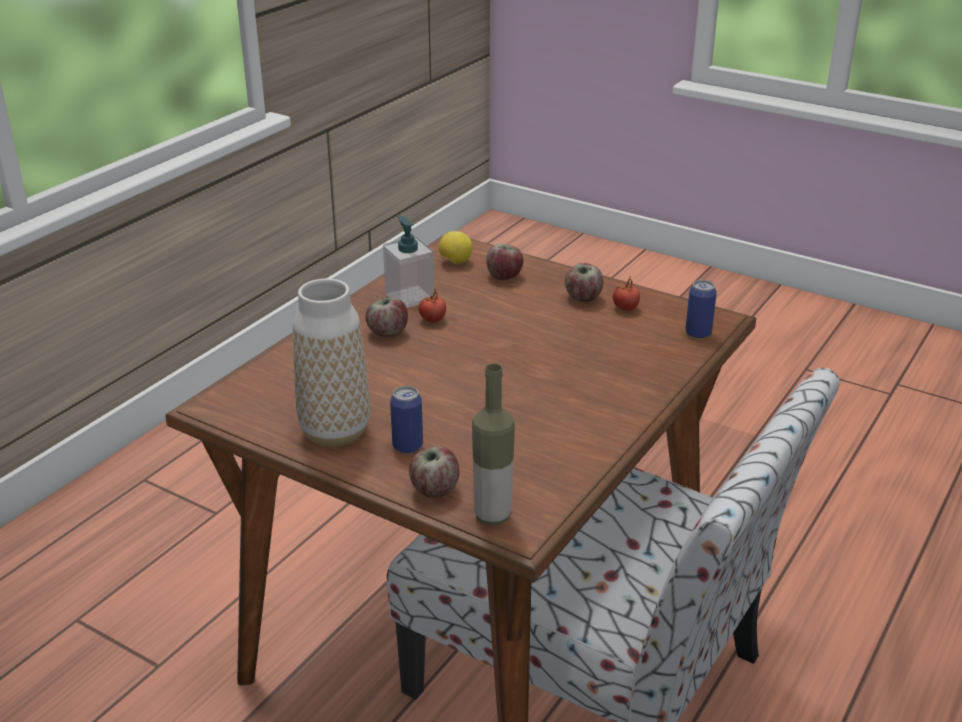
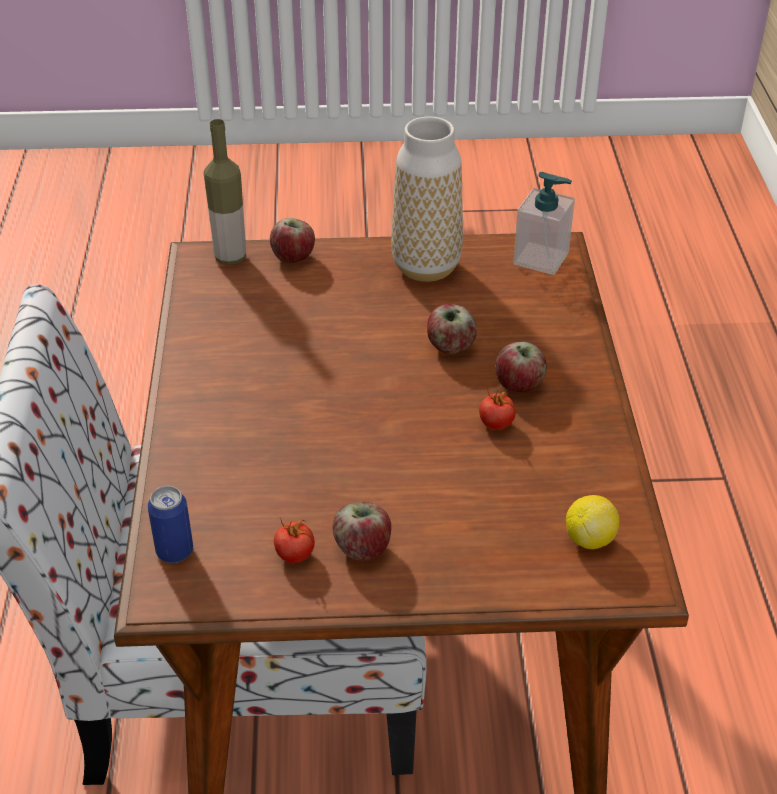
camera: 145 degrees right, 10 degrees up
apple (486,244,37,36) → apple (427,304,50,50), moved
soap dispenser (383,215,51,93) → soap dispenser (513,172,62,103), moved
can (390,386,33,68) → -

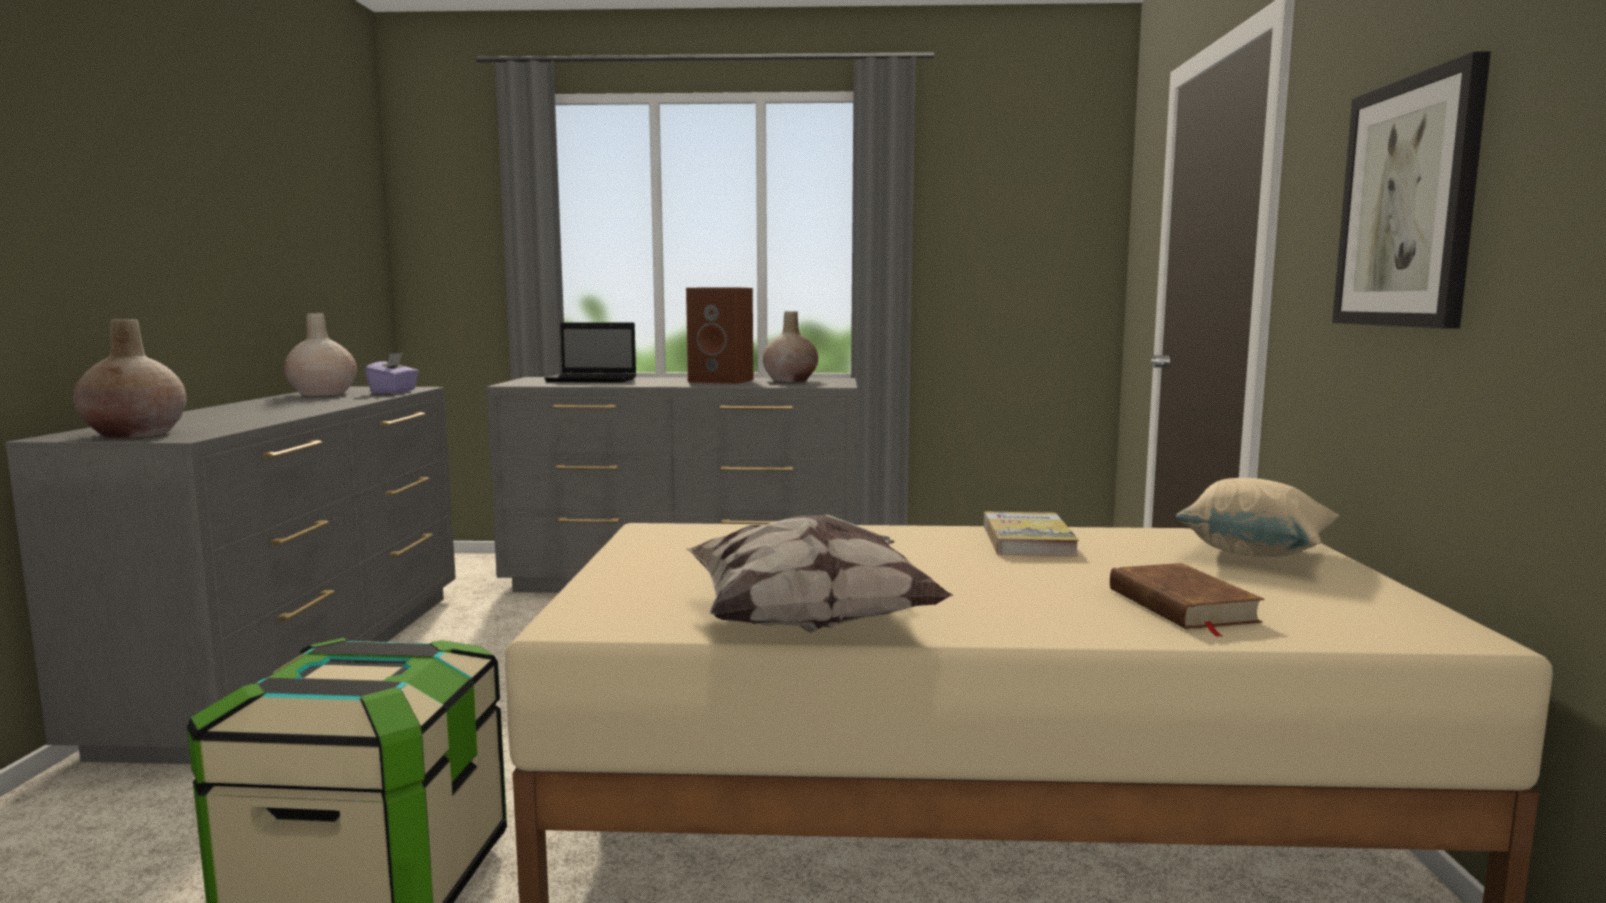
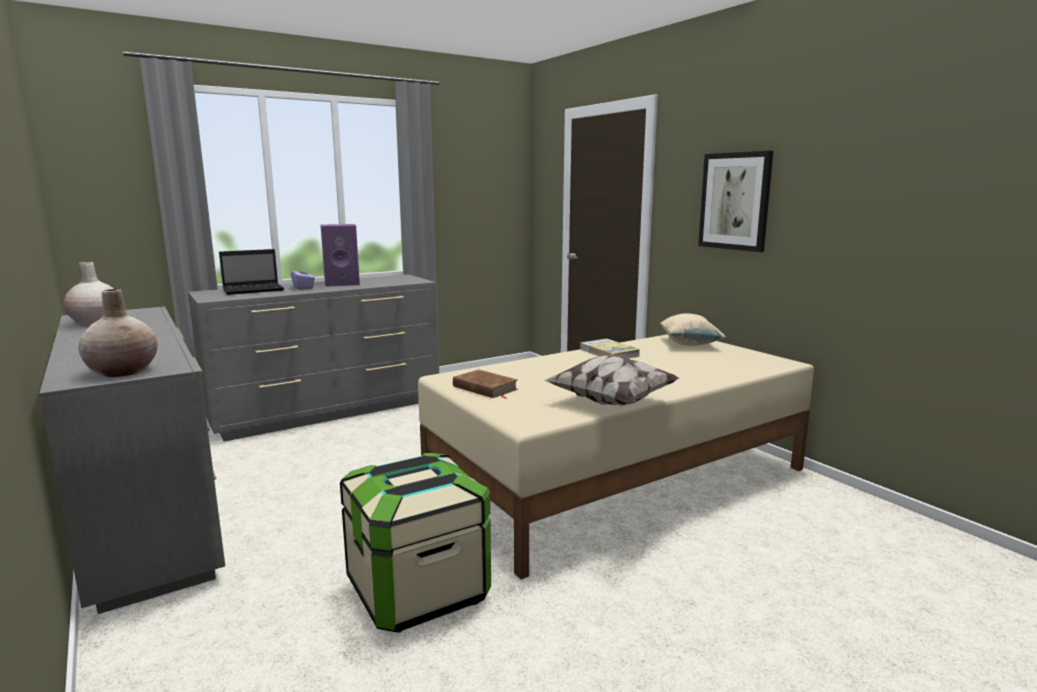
camera: 35 degrees left, 5 degrees up
tissue box in purple (365,353,54,40) → tissue box in purple (291,265,24,25), moved
speaker in brown (686,287,67,97) → speaker in purple (321,224,39,63)
book in brown (1110,563,154,74) → book in brown (453,370,65,29), moved
vase in beige (763,311,55,71) → -

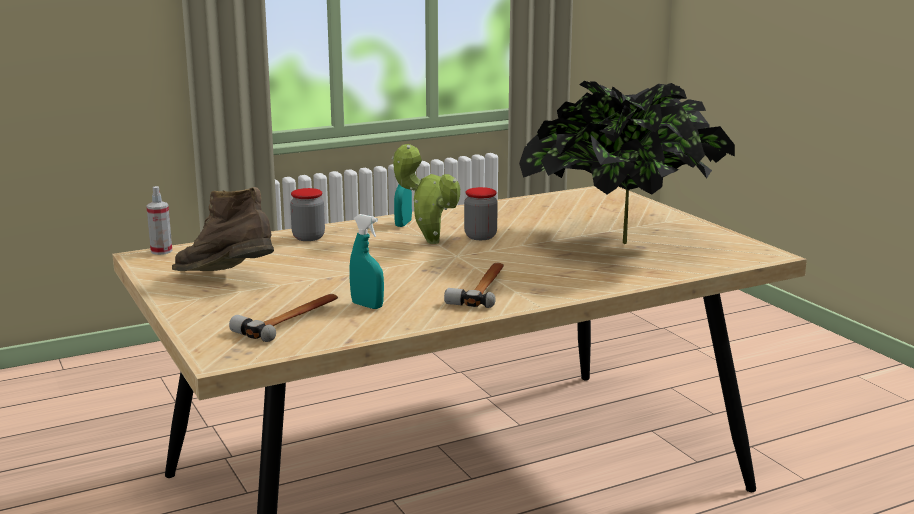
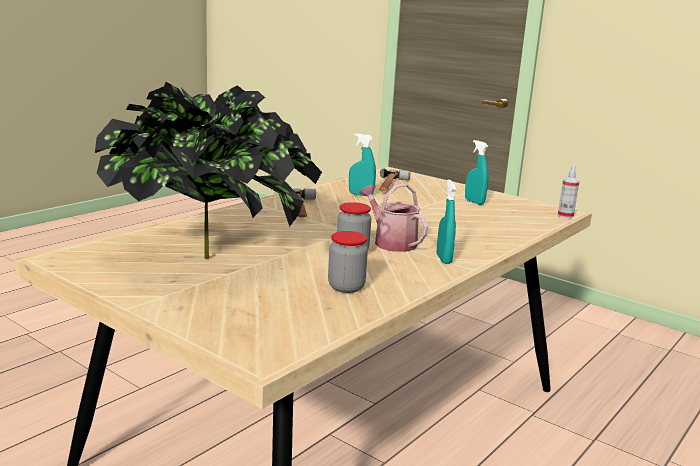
camera: 155 degrees right, 0 degrees up
jar (290,188,35,53) → jar (328,231,40,62), moved
potted plant (391,144,69,100) → watering can (359,184,69,68)
boot in brown (172,187,102,84) → spray bottle in turquoise (465,140,23,65)

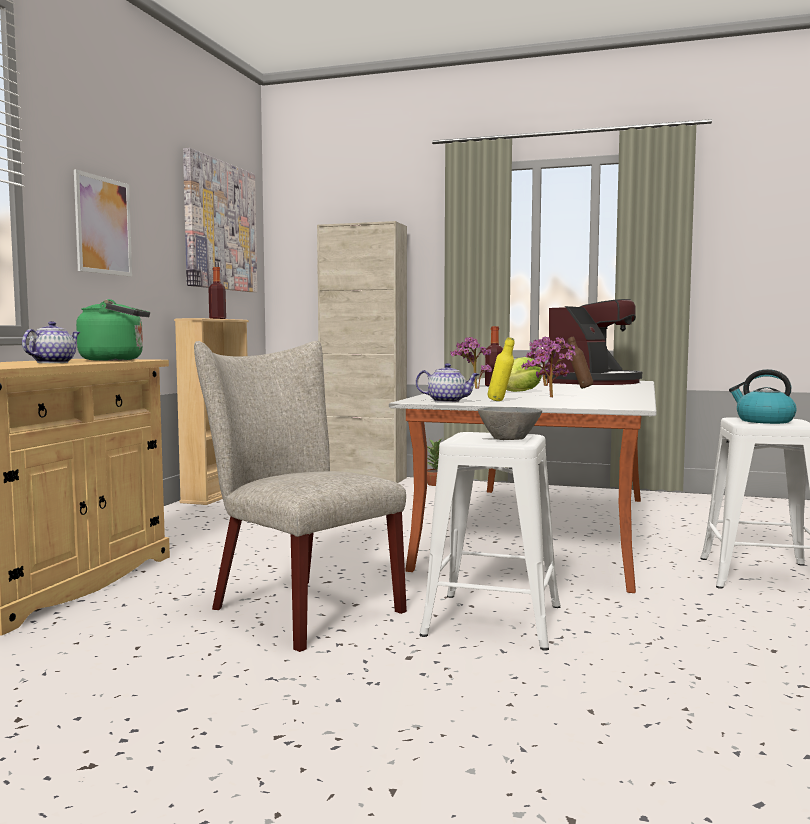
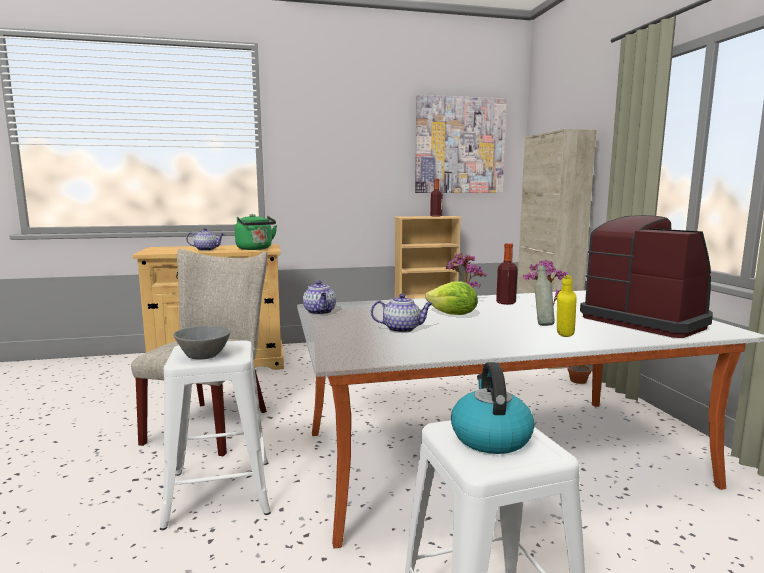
camera: 60 degrees right, 5 degrees up
potted plant (522,337,54,60) → teapot (371,294,62,39)
bottle in brown (568,337,25,52) → bottle in grey (535,265,20,61)
bottle in yellow (488,337,26,64) → bottle in yellow (557,275,20,62), moved
coffee machine (545,299,97,86) → coffee machine (580,215,133,123), 135 degrees counterclockwise
picture (74,169,58,108) → -

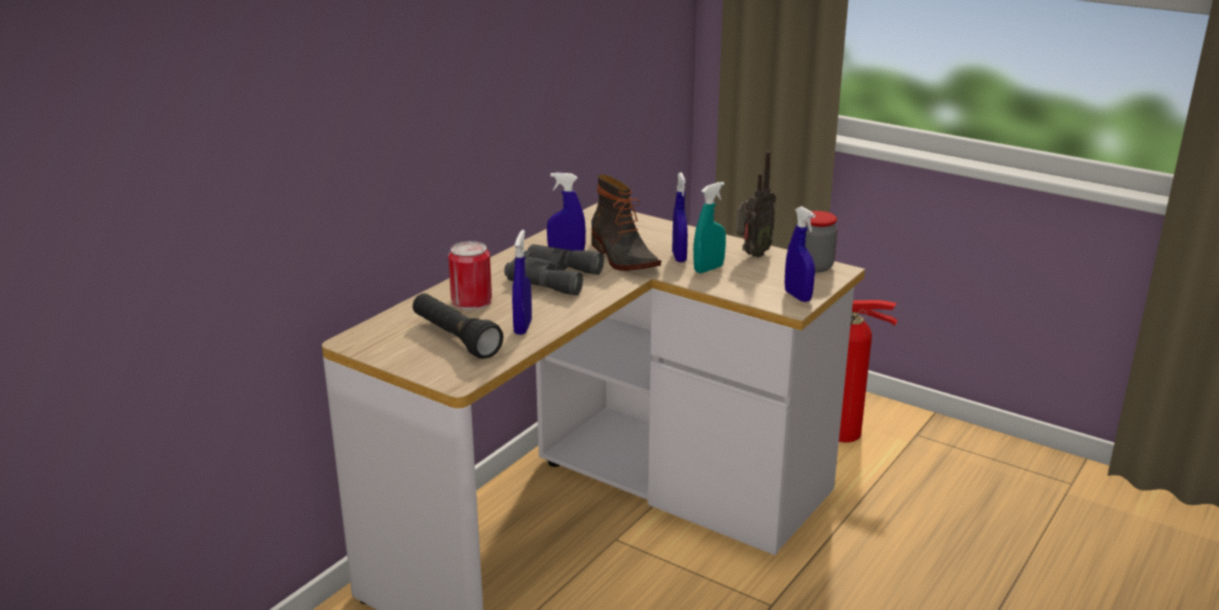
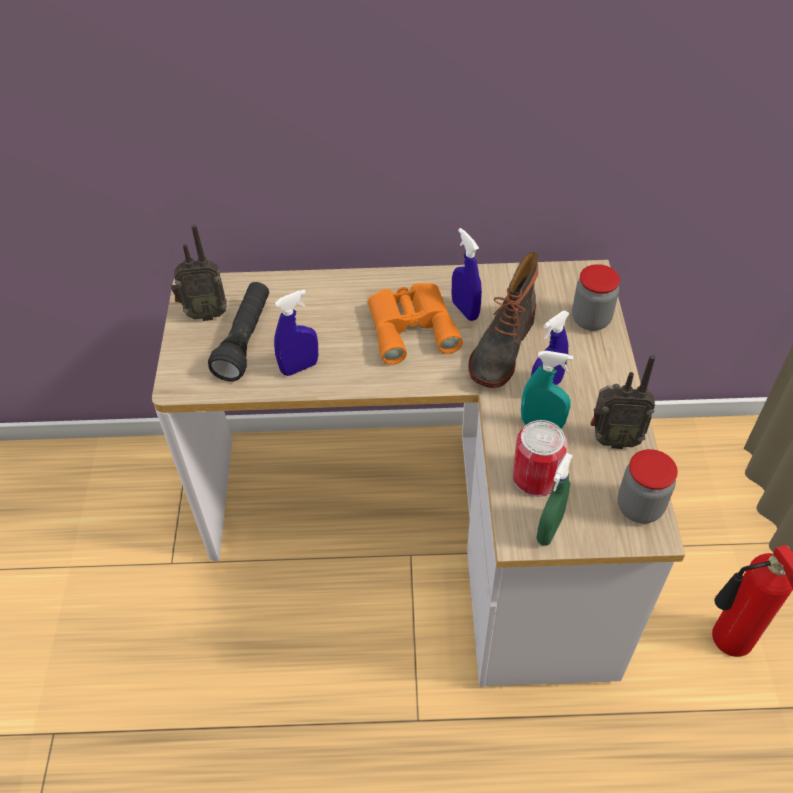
camera: 55 degrees right, 25 degrees up
- → radio (171,224,56,97)
binoculars in grey (504,244,100,51) → binoculars in orange (368,283,95,82)
can (448,241,44,69) → can (512,420,55,77), moved
spray bottle in blue (785,206,30,96) → spray bottle in green (536,453,37,93)
- → jar (572,264,48,67)

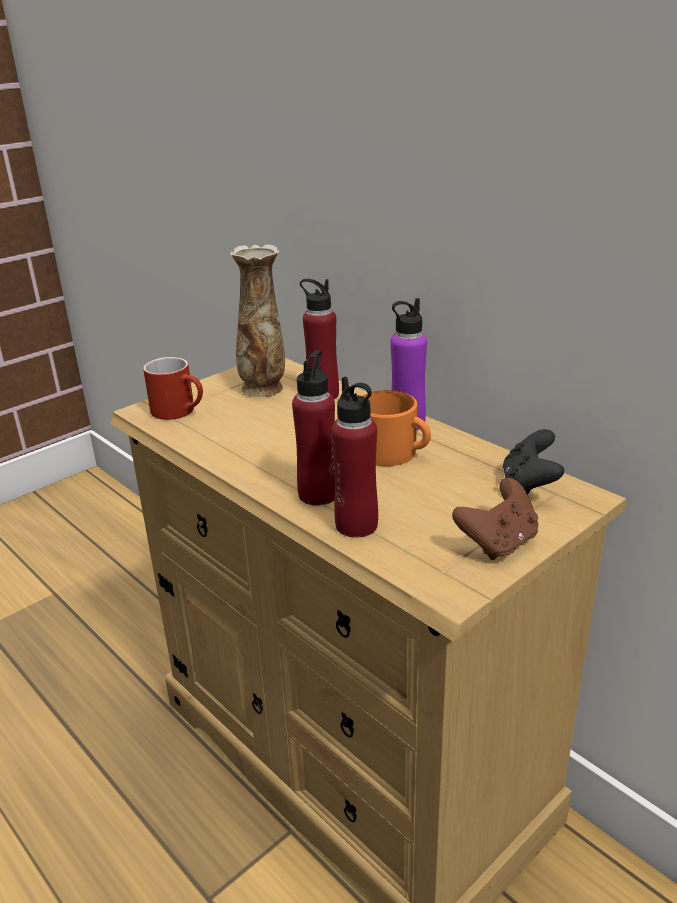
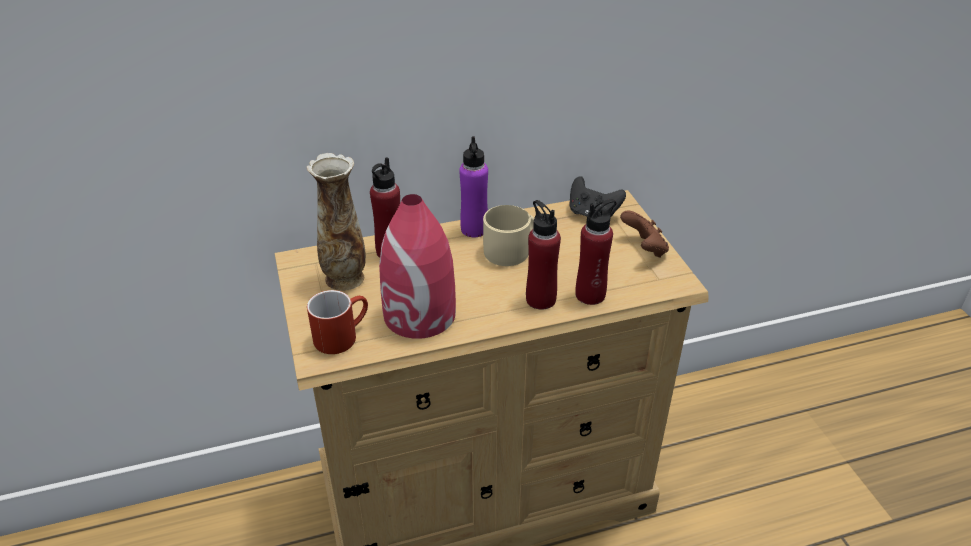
camera: 65 degrees left, 10 degrees up
- → vase in red (379,194,77,145)
mug in orange (363,390,68,76) → mug in beige (483,205,51,61)

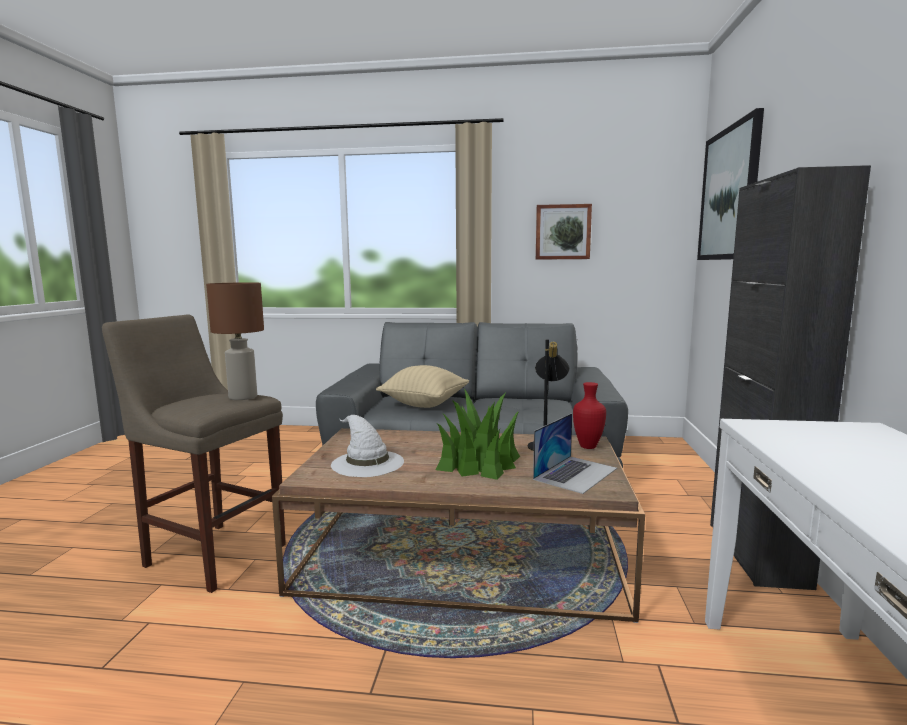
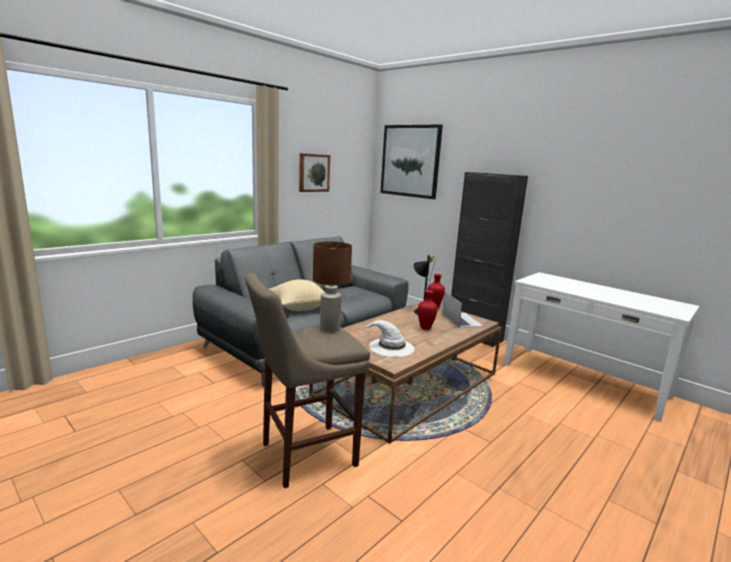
camera: 55 degrees left, 5 degrees up
potted plant (436,388,84,92) → vase in red (418,290,19,40)

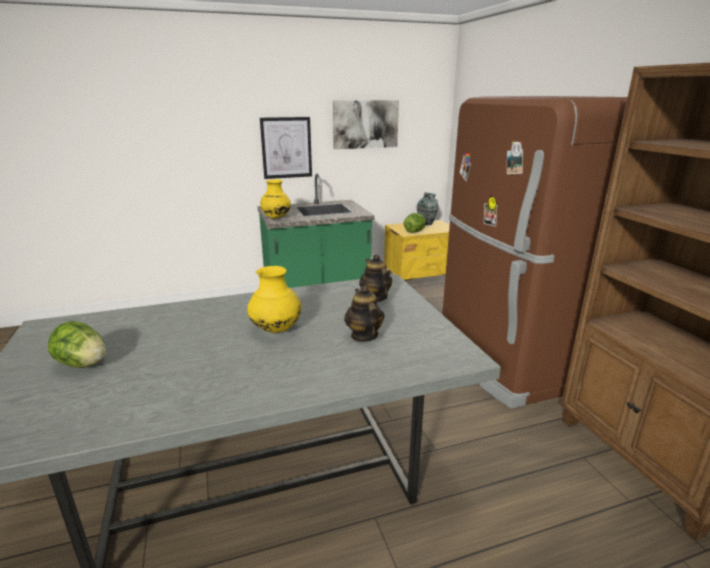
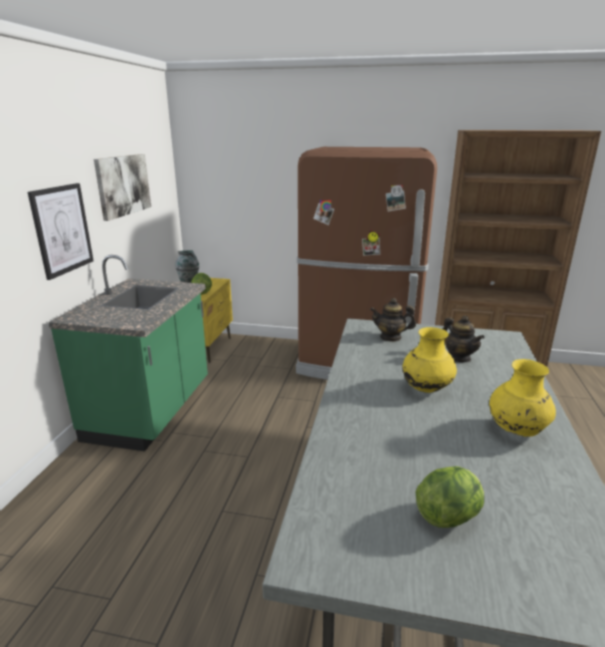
camera: 60 degrees left, 0 degrees up
teapot (344,285,40,57) → teapot (443,316,42,46), 135 degrees counterclockwise
vase in yellow (260,179,31,39) → vase in yellow (489,359,67,78), moved

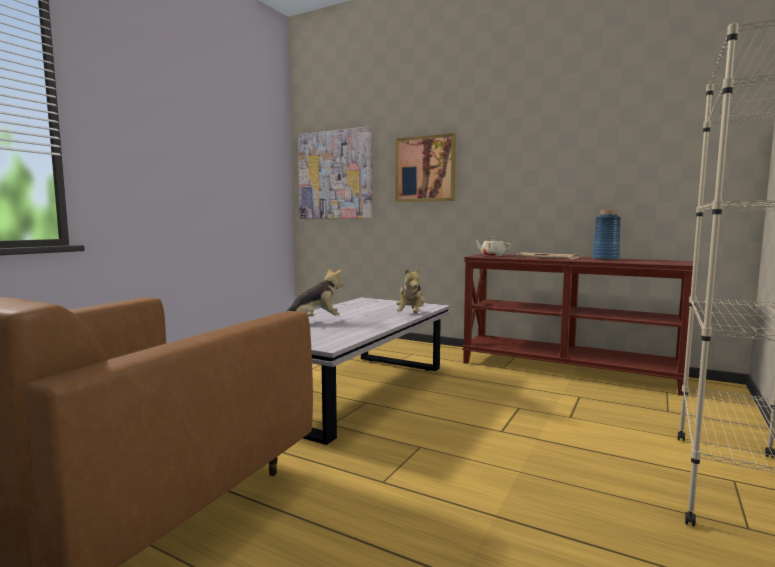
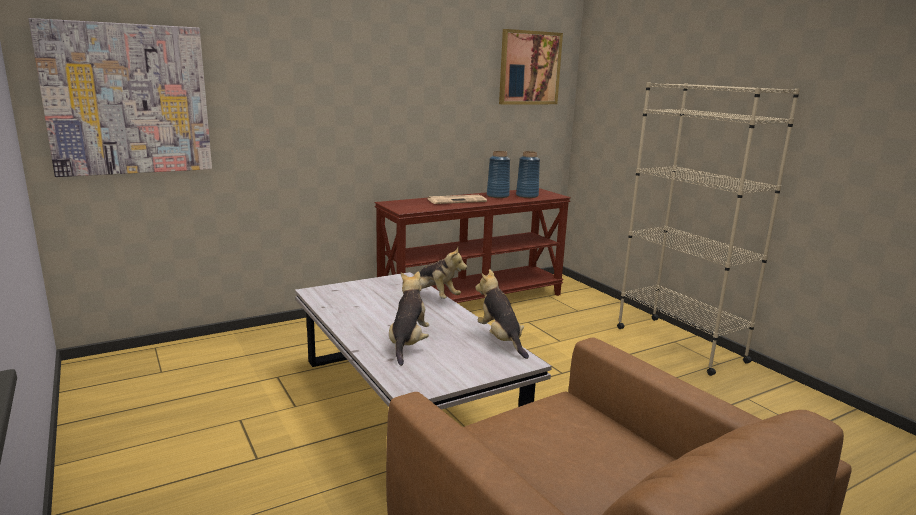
camera: 60 degrees left, 10 degrees up
- → plush toy (476,269,53,90)
picture (395,133,61,69) → picture (499,29,64,75), moved
- → vase in blue (516,151,24,47)
teapot in beige (474,237,37,20) → -

